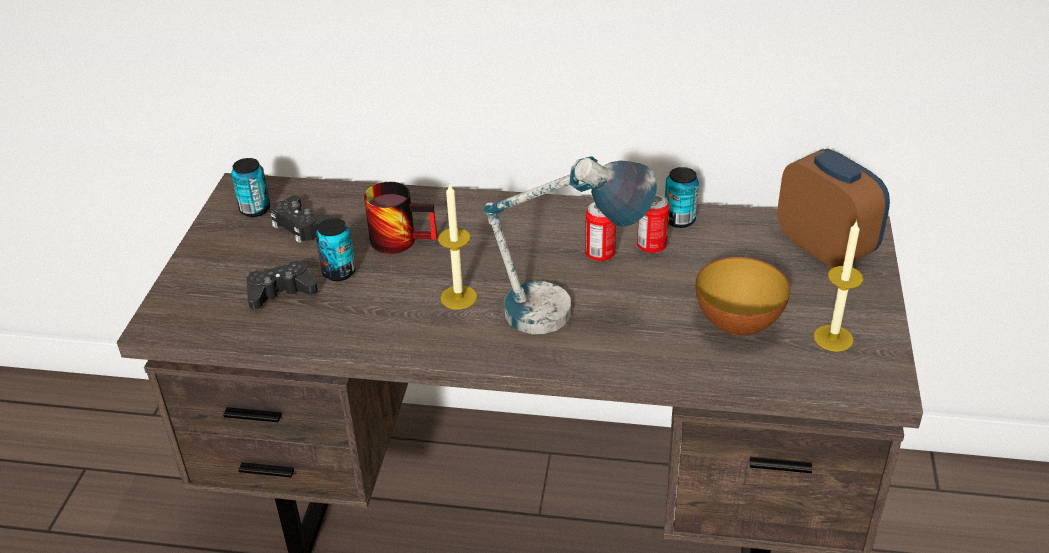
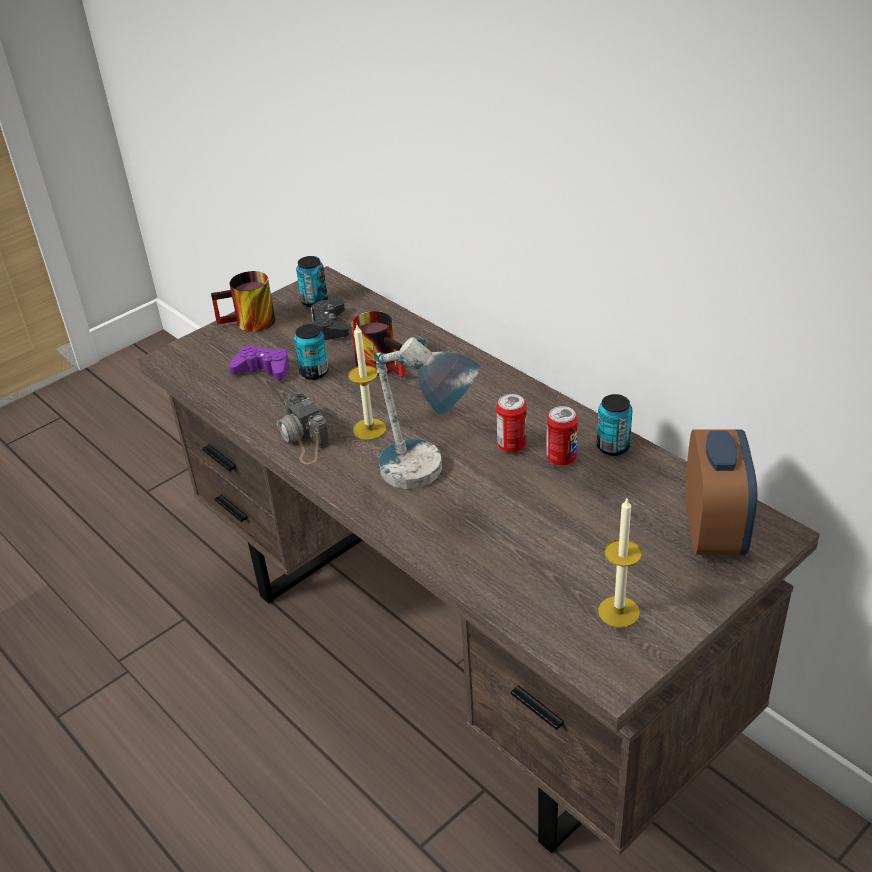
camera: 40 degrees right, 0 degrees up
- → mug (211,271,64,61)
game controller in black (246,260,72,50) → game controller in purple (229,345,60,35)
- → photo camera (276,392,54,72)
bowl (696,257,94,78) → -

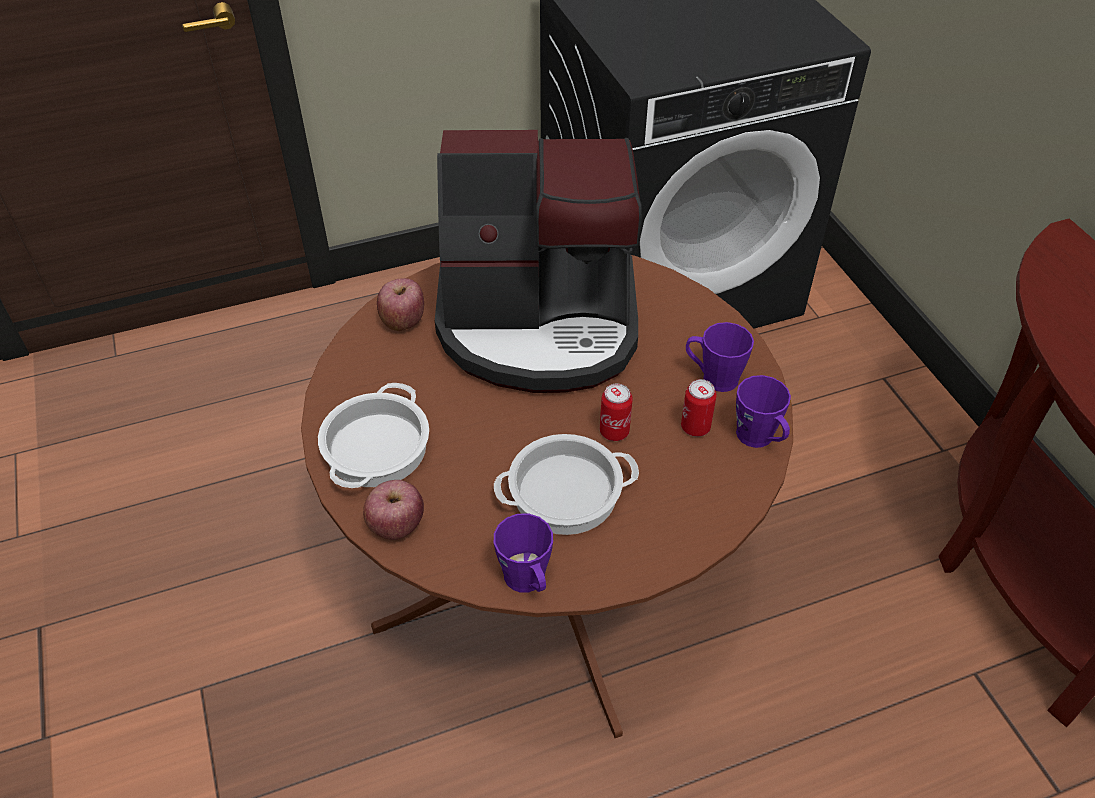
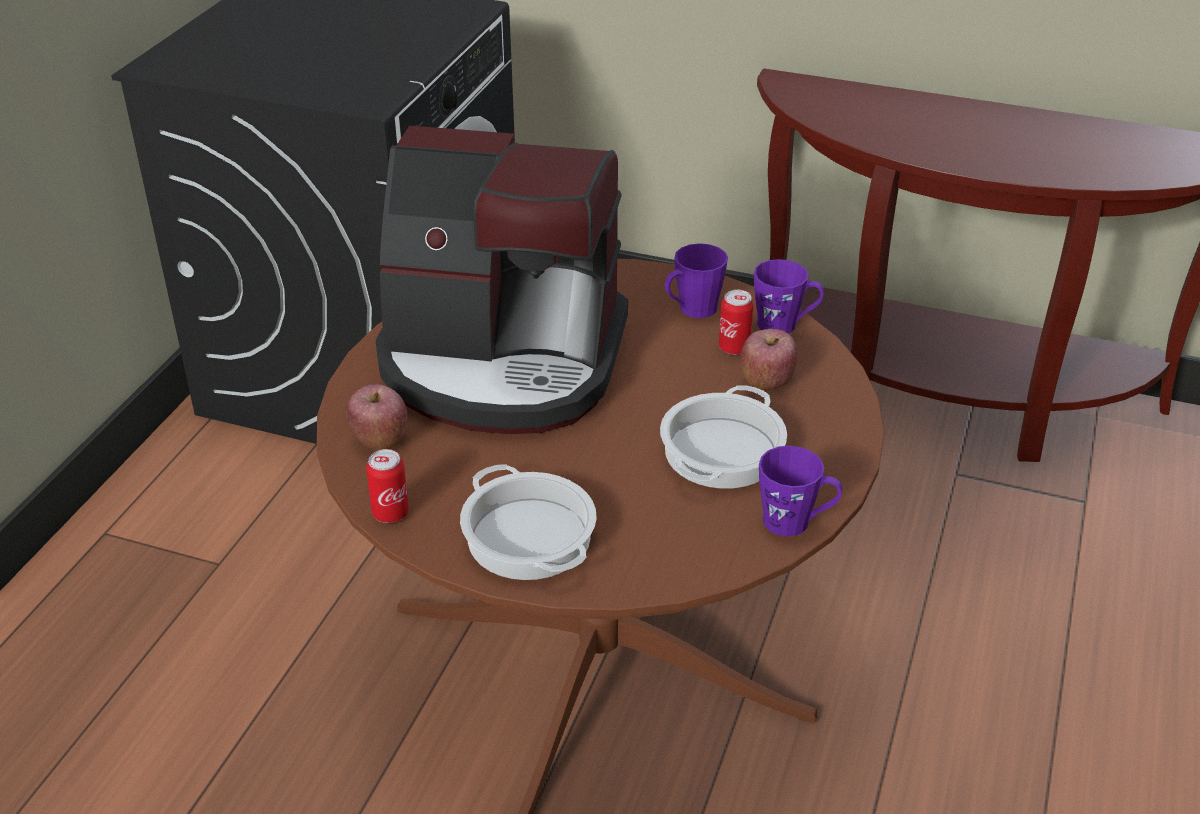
camera: 50 degrees left, 10 degrees down
can (600,383,33,58) → can (366,449,43,74), moved
coffee machine (435,130,207,263) → coffee machine (376,126,252,308), 60 degrees clockwise
apple (363,480,61,60) → apple (740,329,58,62), moved

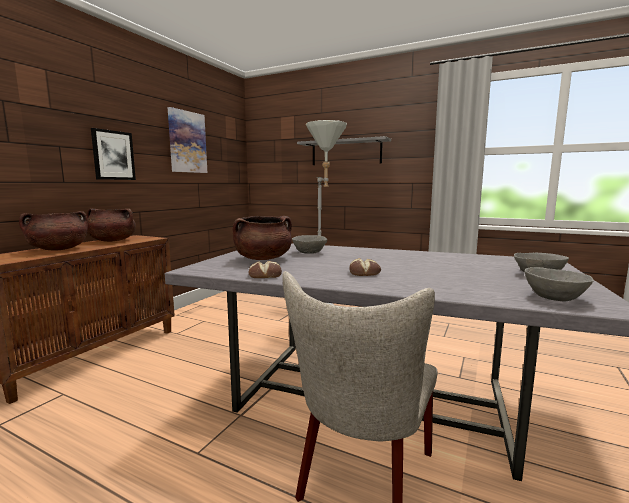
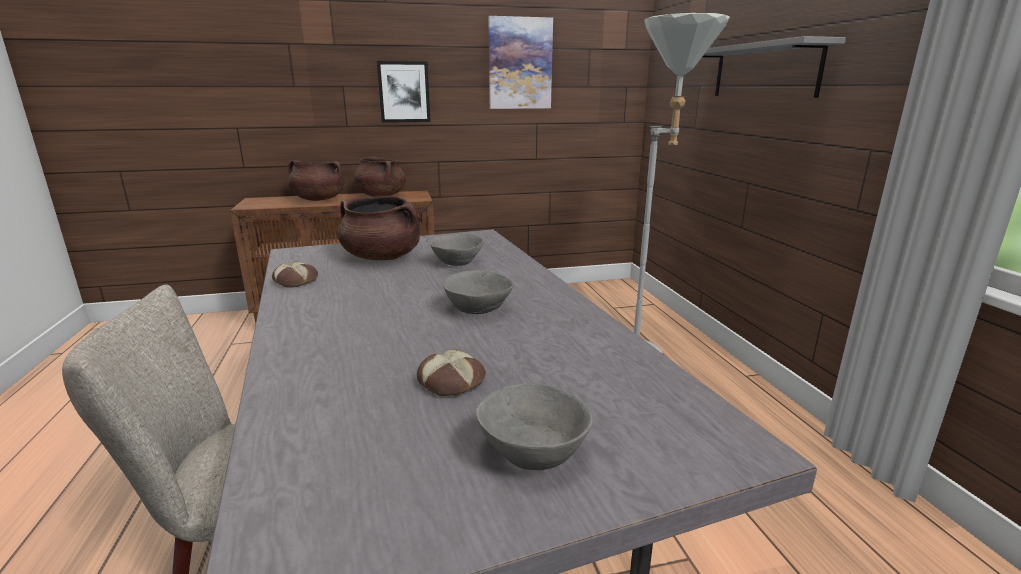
camera: 50 degrees right, 10 degrees up
bread (349,258,32,18) → bread (417,349,69,47), moved
bowl in grey (525,267,69,34) → bowl in grey (443,270,70,44), moved

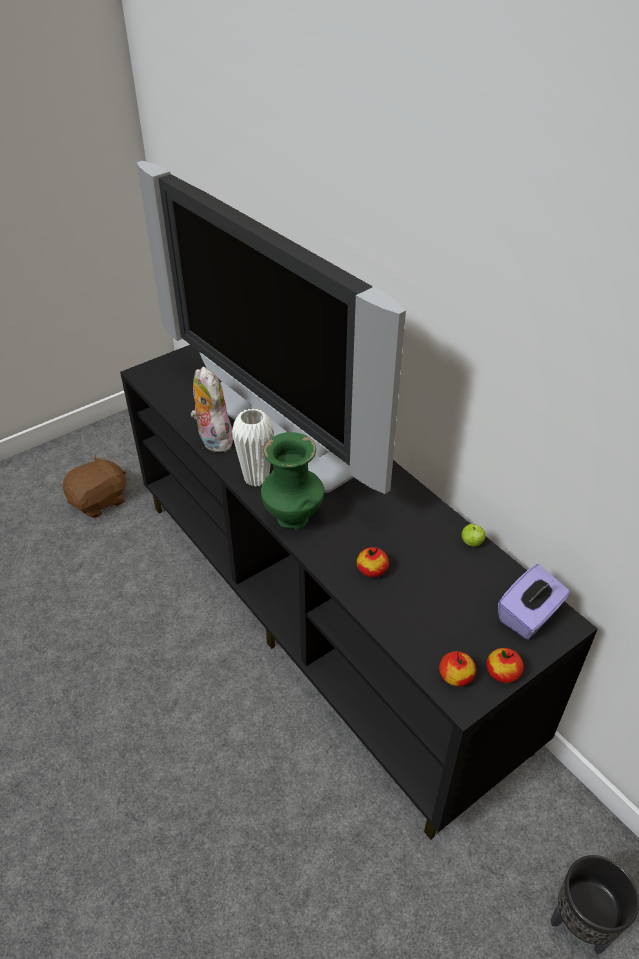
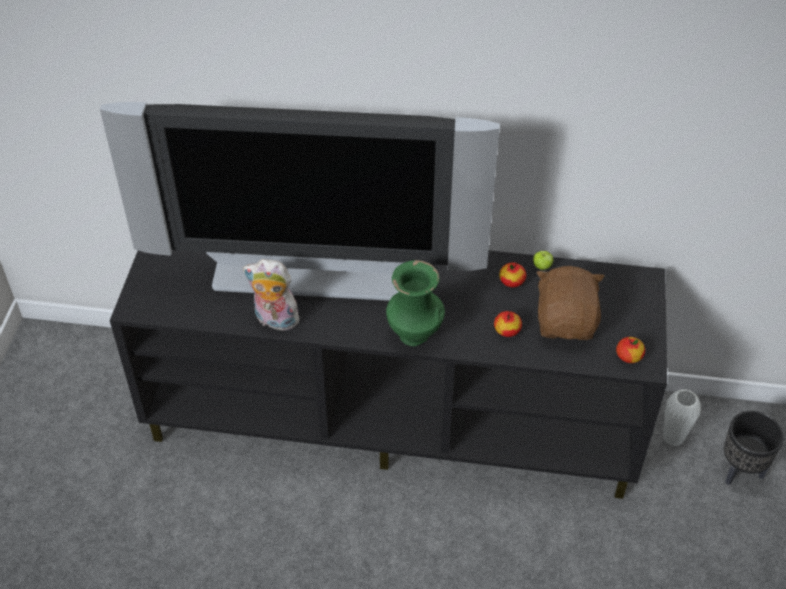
camera: 45 degrees left, 5 degrees up
apple (487,648,37,35) → apple (499,263,27,24), moved
plush toy in brown (63,455,63,63) → plush toy in brown (536,266,69,74), moved
vase in white (232,408,42,79) → vase in white (663,389,38,58), moved
tissue box in purple (498,564,72,75) → -

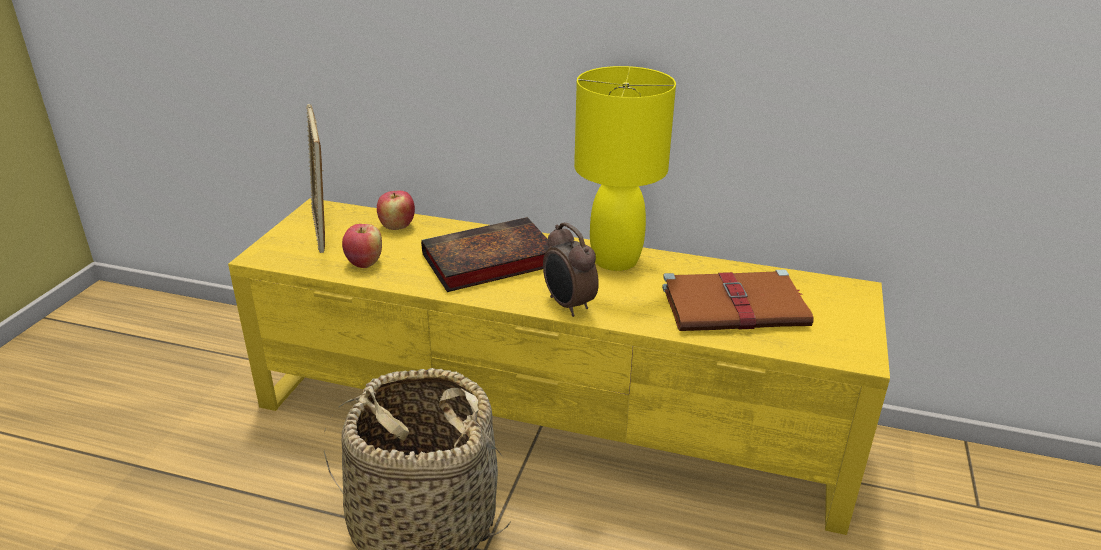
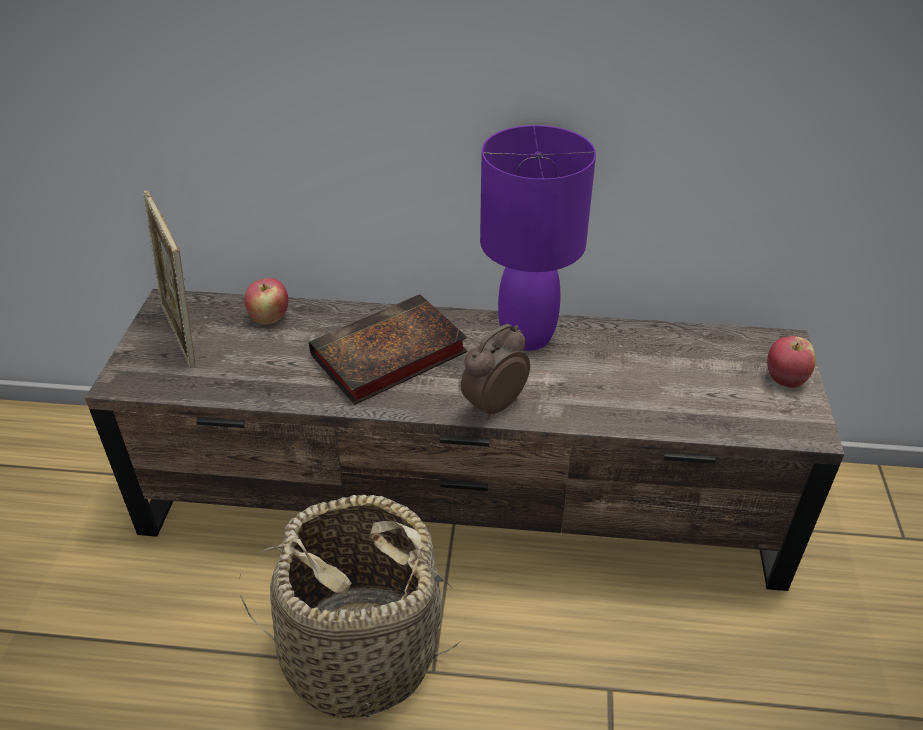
camera: 10 degrees left, 10 degrees up
tv stand in yellow (228,198,662,337) → tv stand in brown (85,289,759,302)
alarm clock (543,222,56,95) → alarm clock (461,324,69,95), 90 degrees clockwise
table lamp in yellow (574,66,102,205) → table lamp in purple (480,125,116,226)
apple (342,224,40,44) → apple (767,336,49,52), moved
book in brown (662,269,151,62) → -

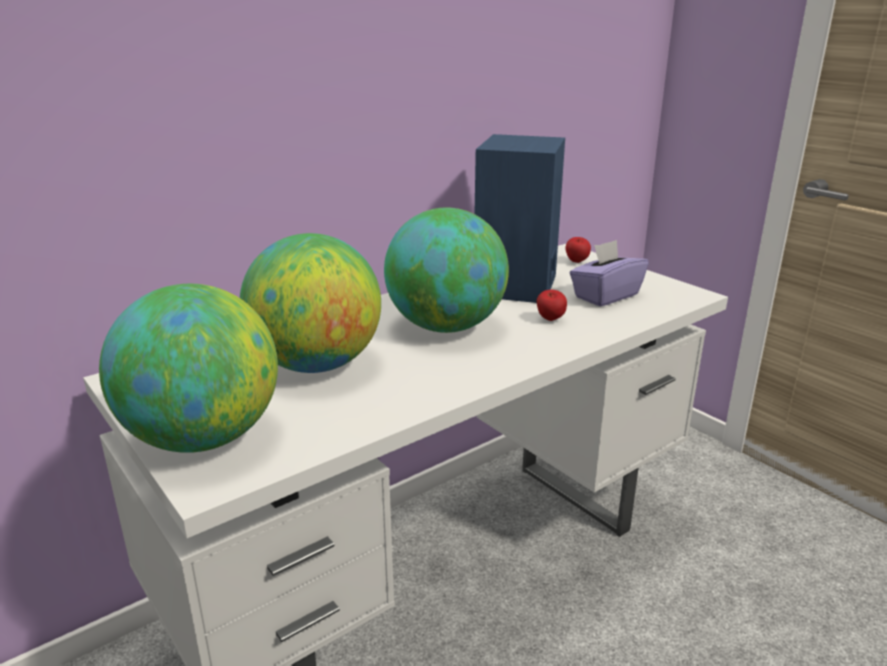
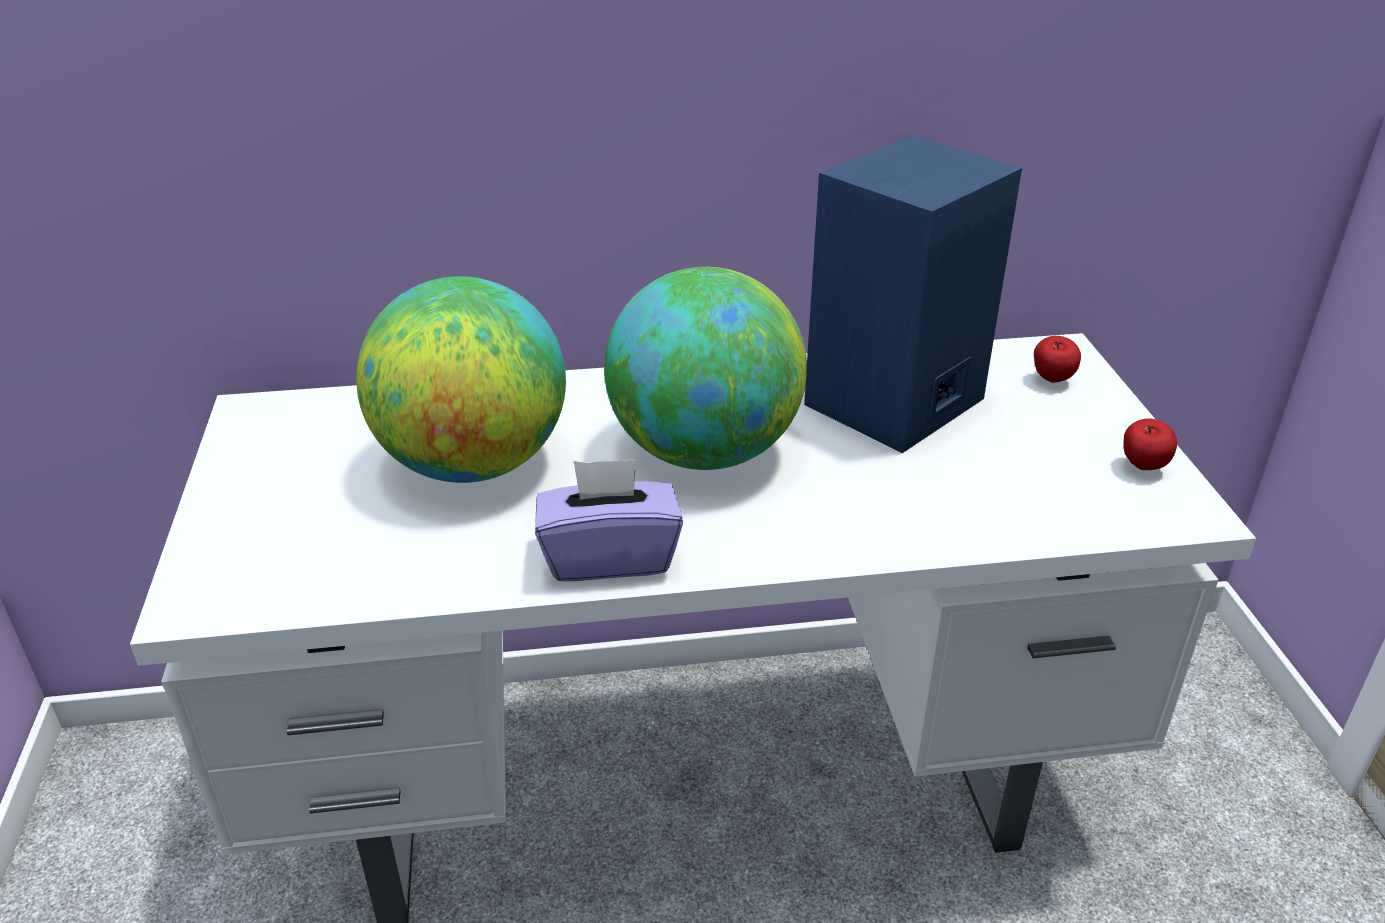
camera: 30 degrees right, 10 degrees up
tissue box in purple (570,240,79,67) → tissue box in purple (535,459,148,122), moved
apple (537,290,30,31) → apple (1123,419,54,51), moved
globe (99,284,179,169) → -

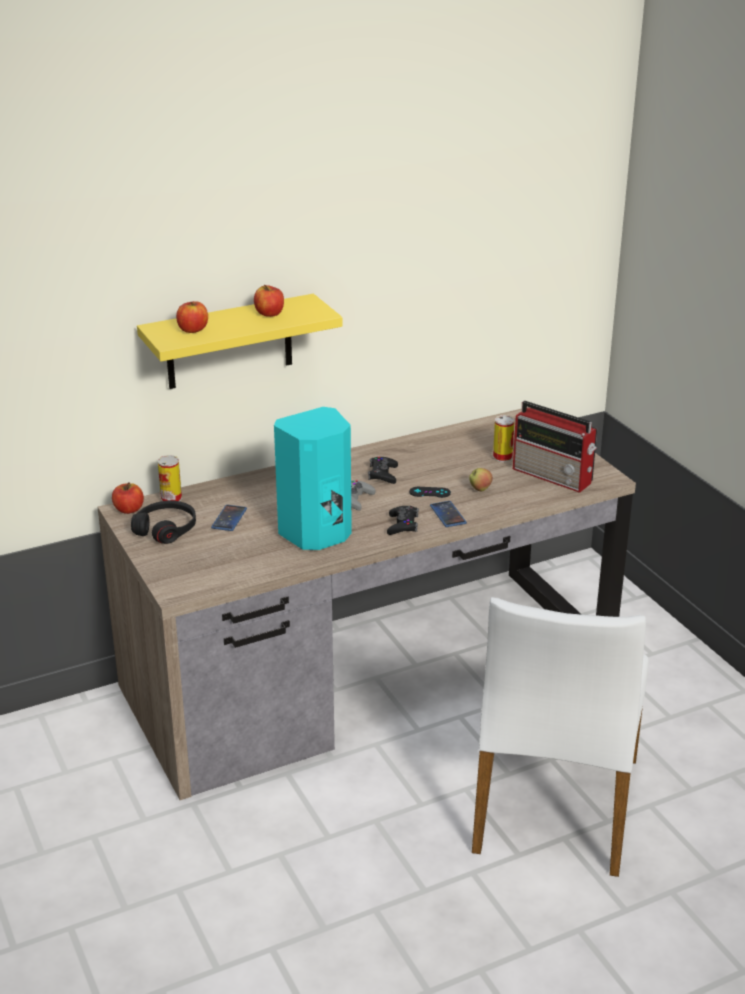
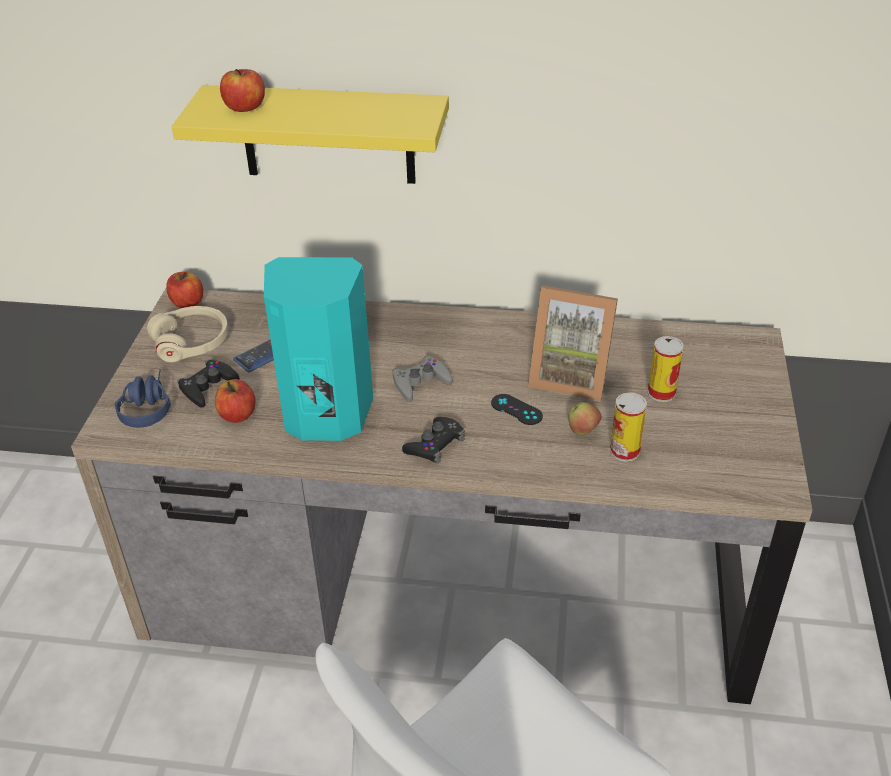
camera: 35 degrees right, 10 degrees up
- → headphones in blue (115,369,56,59)
headphones in black (131,501,65,43) → headphones in beige (147,306,82,56)
game controller in black (368,457,30,27) → game controller in black (178,360,62,48), moved
apple (254,285,30,32) → apple (215,379,40,44), moved
- → picture frame (528,285,90,117)
can (158,455,24,46) → can (610,392,37,70), moved
phone (430,501,37,26) → -
radio (513,401,84,92) → -

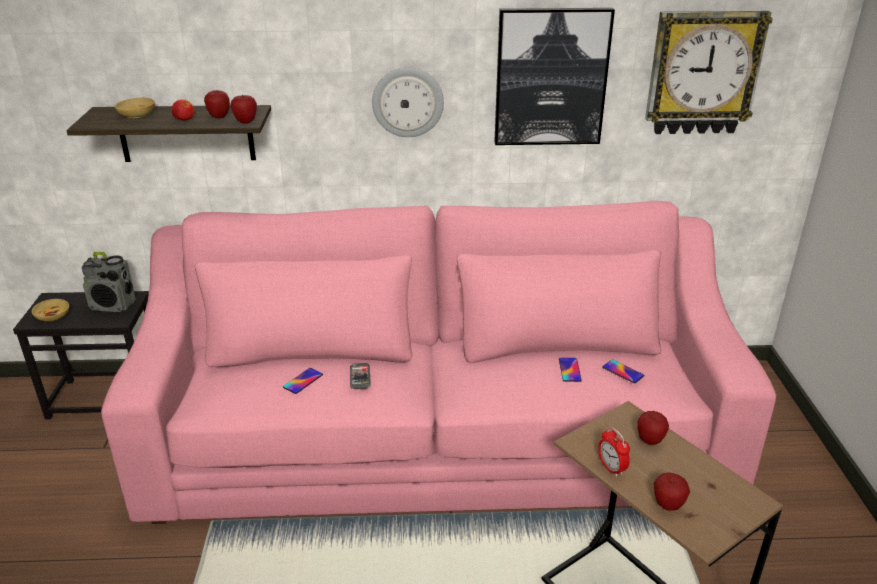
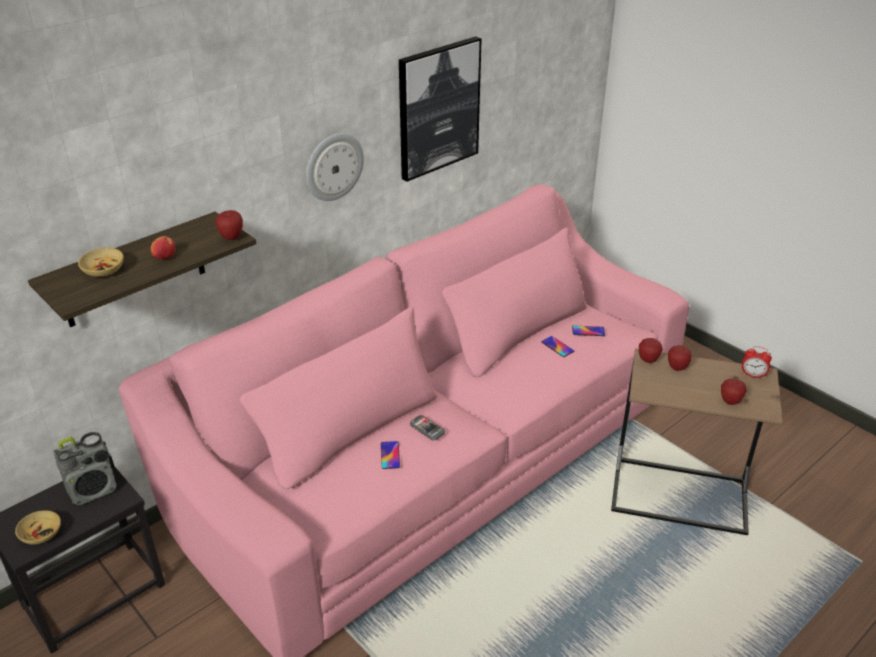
camera: 40 degrees left, 5 degrees up
apple (204,90,26,28) → apple (639,338,23,25), moved
alarm clock (598,428,32,49) → alarm clock (742,346,30,33), moved
wall clock (645,11,128,123) → -

